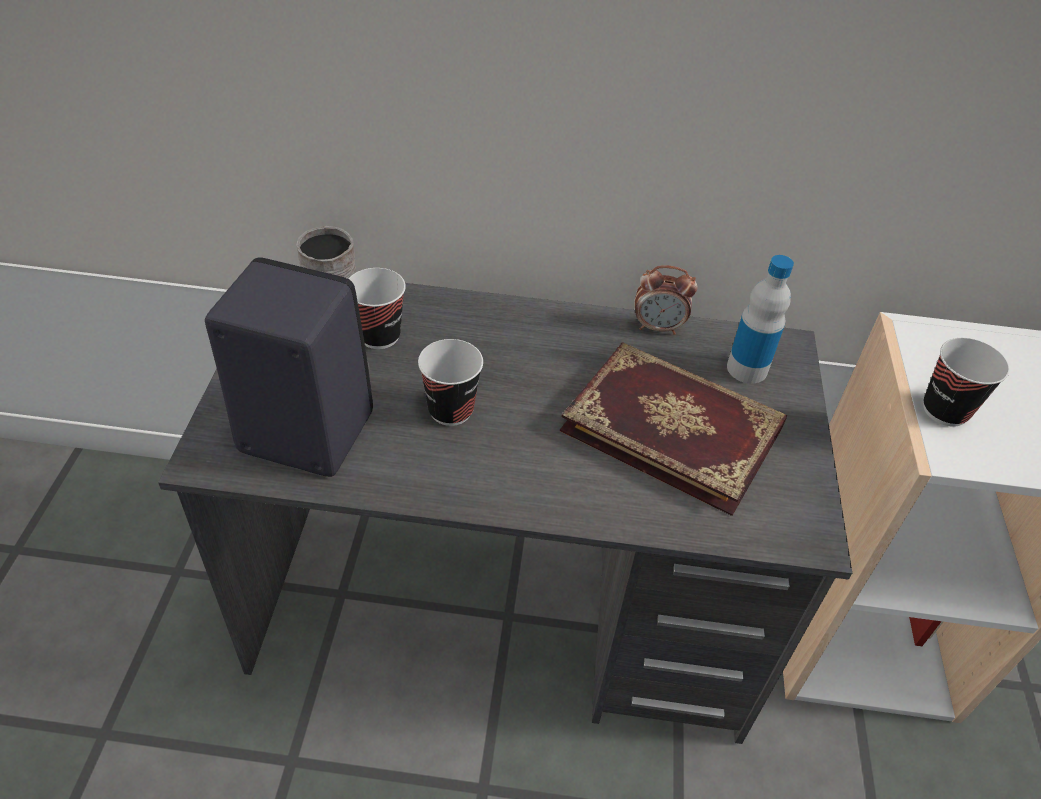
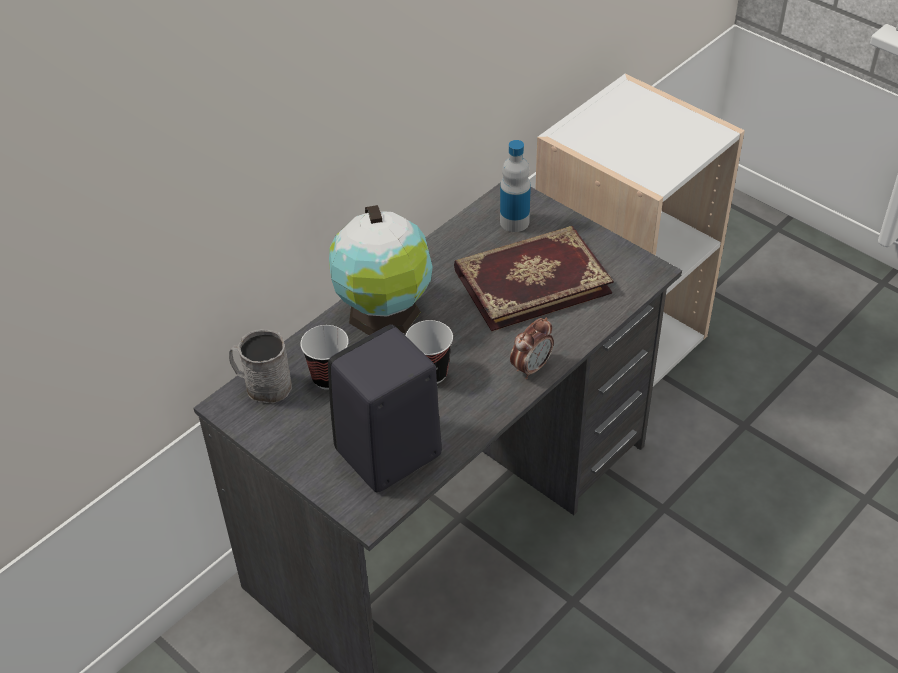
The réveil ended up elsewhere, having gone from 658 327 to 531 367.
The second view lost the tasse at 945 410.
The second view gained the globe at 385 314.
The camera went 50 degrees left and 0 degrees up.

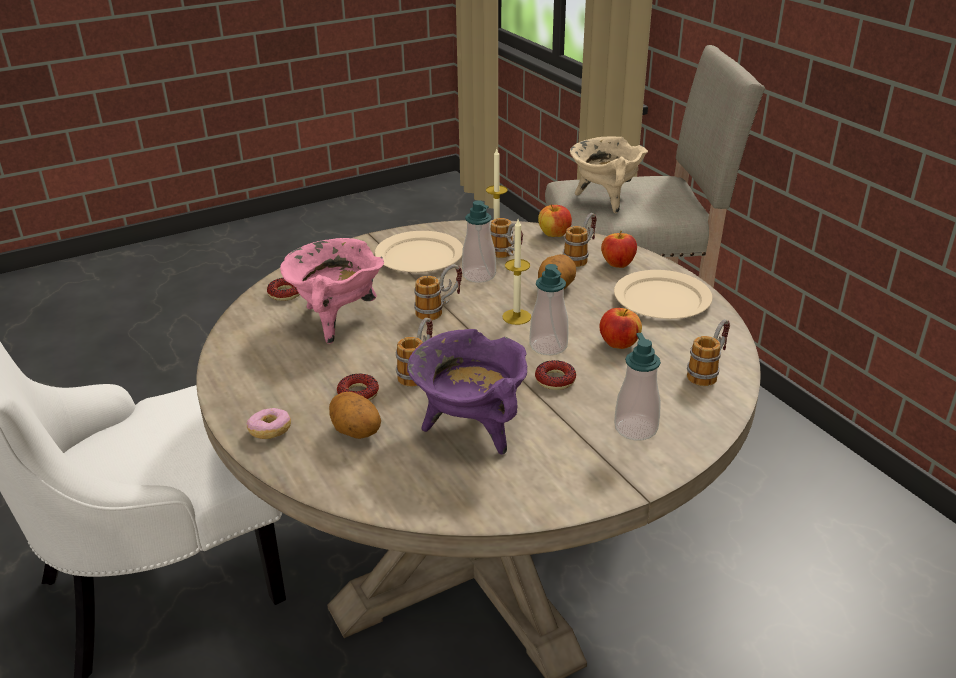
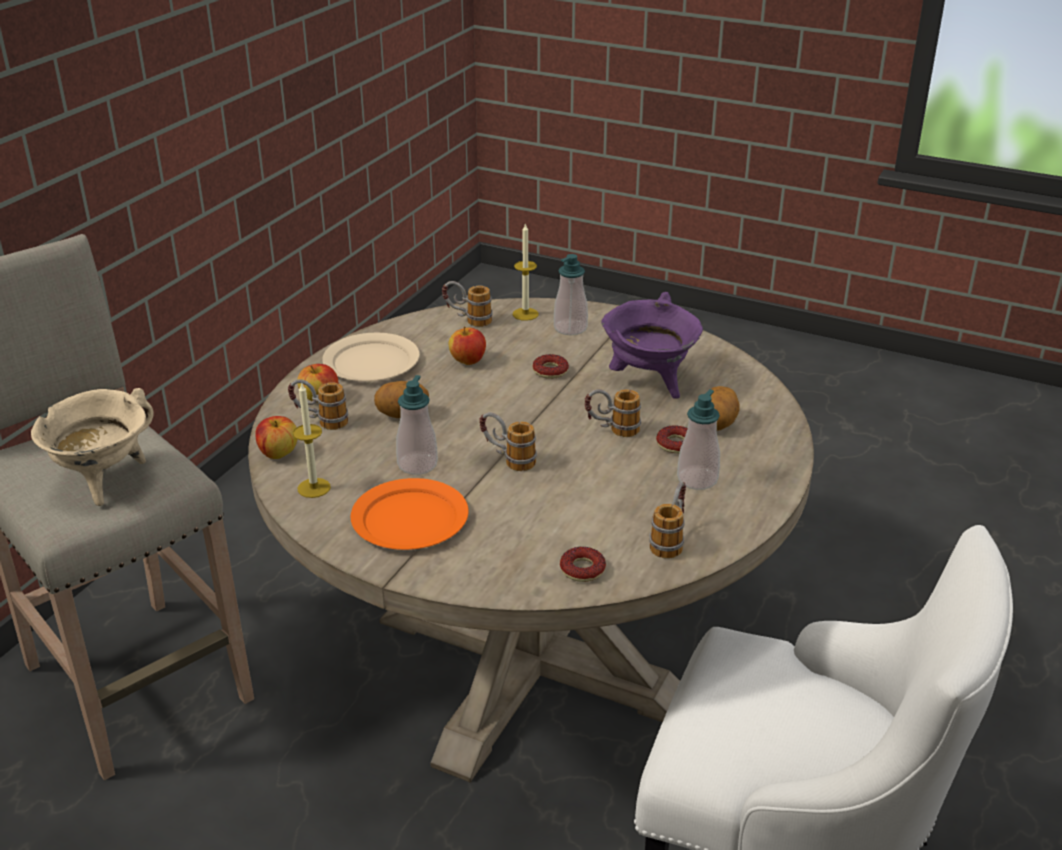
The mug ended up elsewhere, having gone from 507 257 to 670 539.
The bougie ended up elsewhere, having gone from 516 317 to 525 314.
What was the assiette (beige) at 419 256 turned into the assiette (orange) at 410 518.
The second view lost the marmite (rose) at 336 320.
The distributeur de savon ended up elsewhere, having gone from 548 346 to 697 479.
The second view lost the beignet at 270 431.
The camera went 125 degrees left and 0 degrees up.

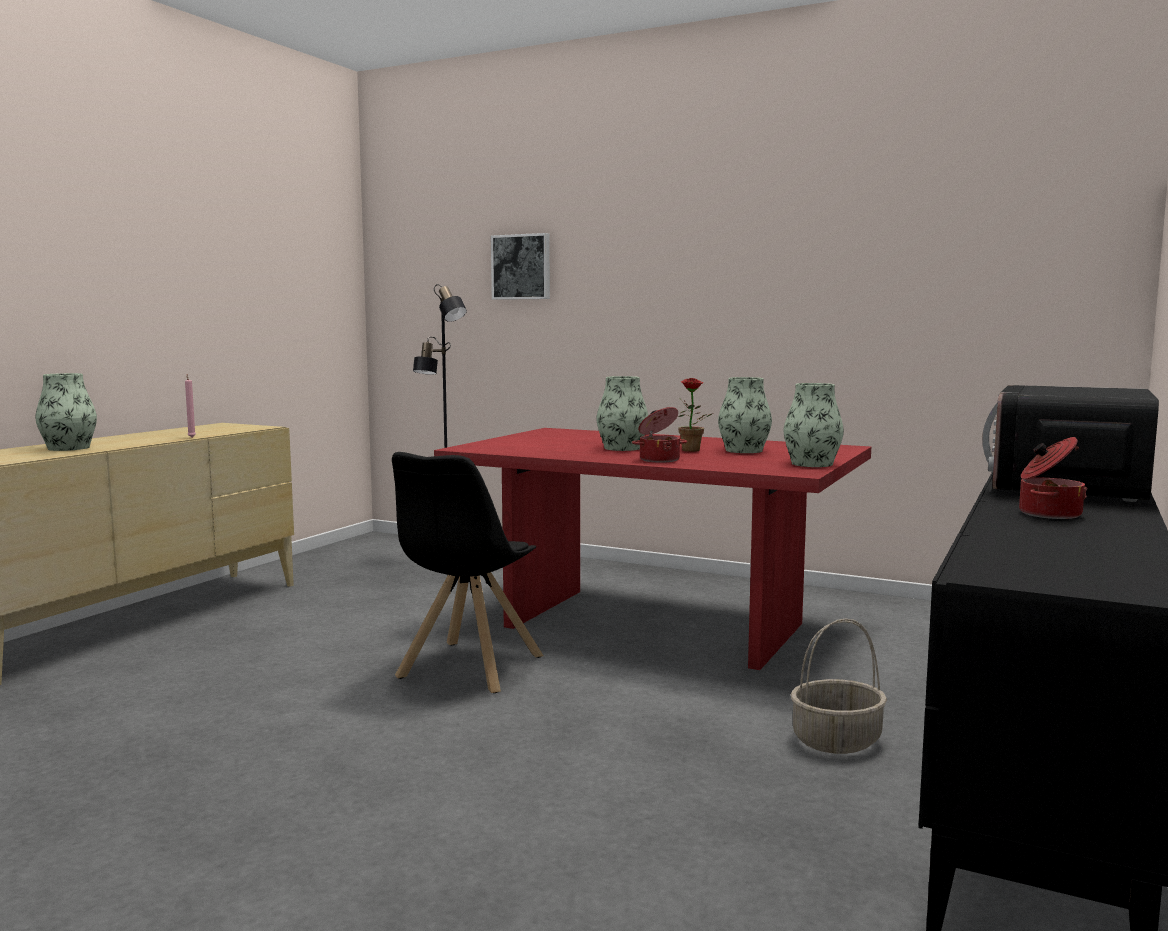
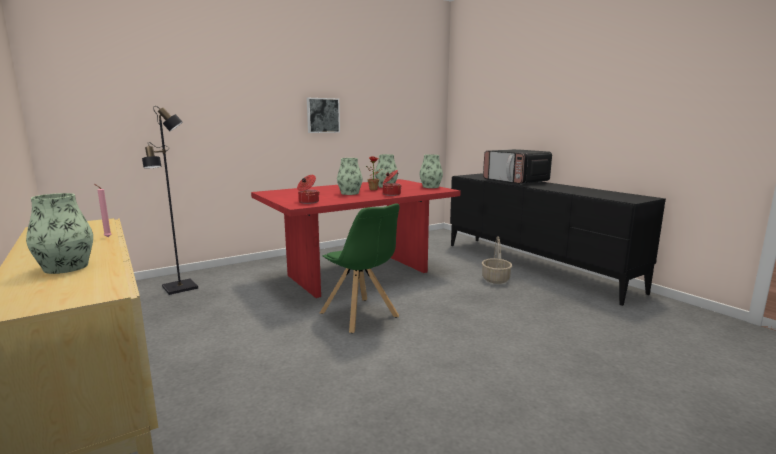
The tableau ended up elsewhere, having gone from 522 267 to 322 115.
The marmite ended up elsewhere, having gone from 1047 514 to 308 202.
What was the chaise (noir) at 467 669 turned into the chaise (vert) at 361 316.
The camera went 60 degrees left and 5 degrees up.

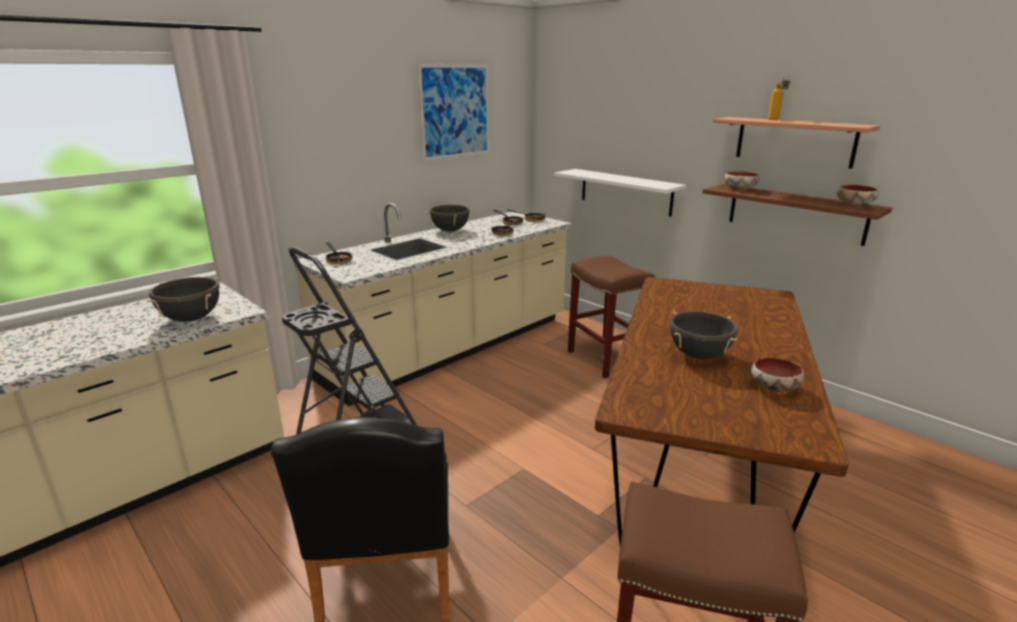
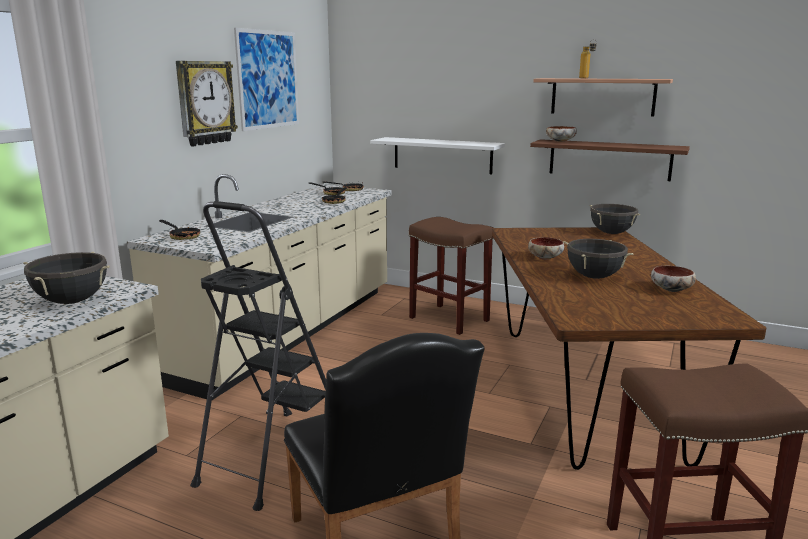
The bol ended up elsewhere, having gone from 854 205 to 545 257.
The marmite (noir) ended up elsewhere, having gone from 450 230 to 611 233.
The second view gained the horloge murale at 205 103.
The camera went 20 degrees left and 5 degrees down.

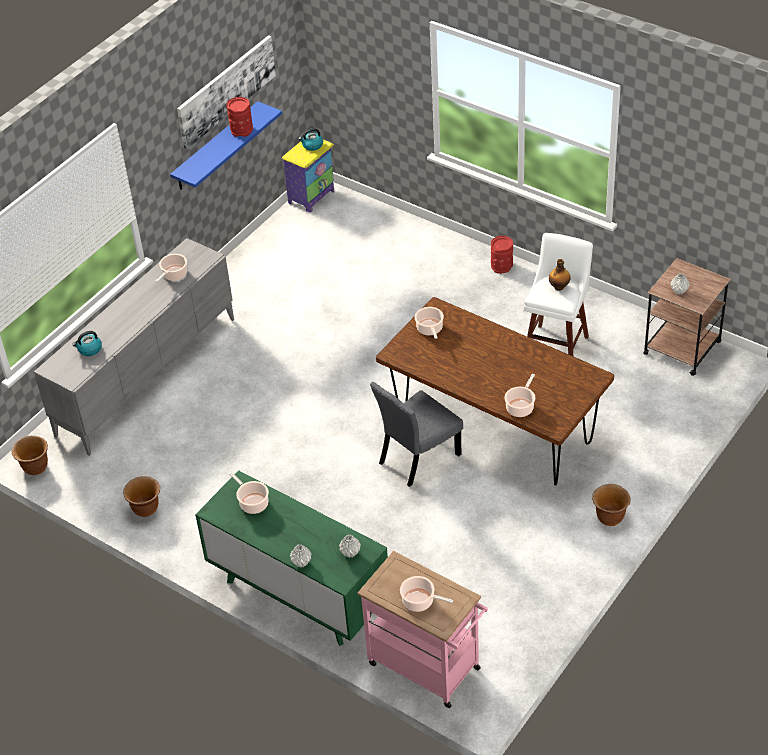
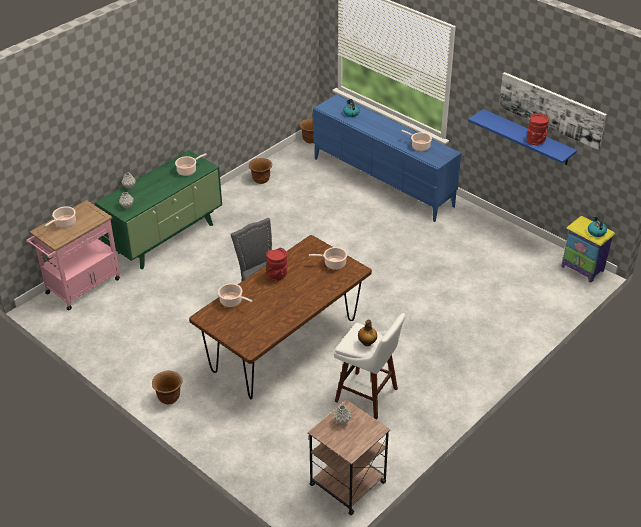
The vase (rouge) ended up elsewhere, having gone from 502 266 to 277 275.
What was the meuble de rangement (gris) at 147 375 turned into the meuble de rangement (bleu) at 383 182.
The camera went 95 degrees right and 5 degrees down.

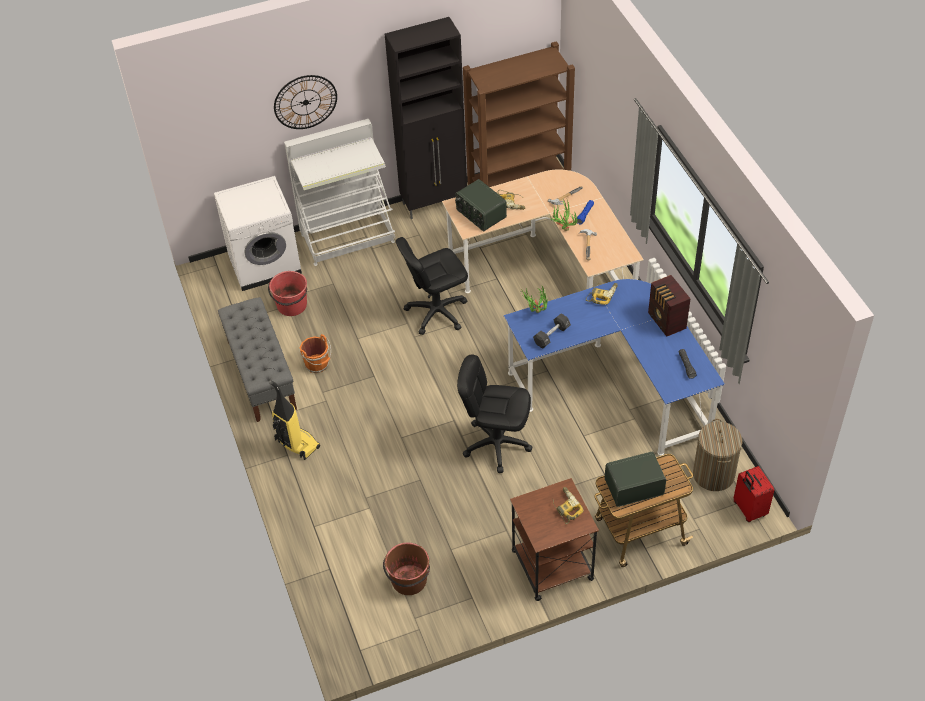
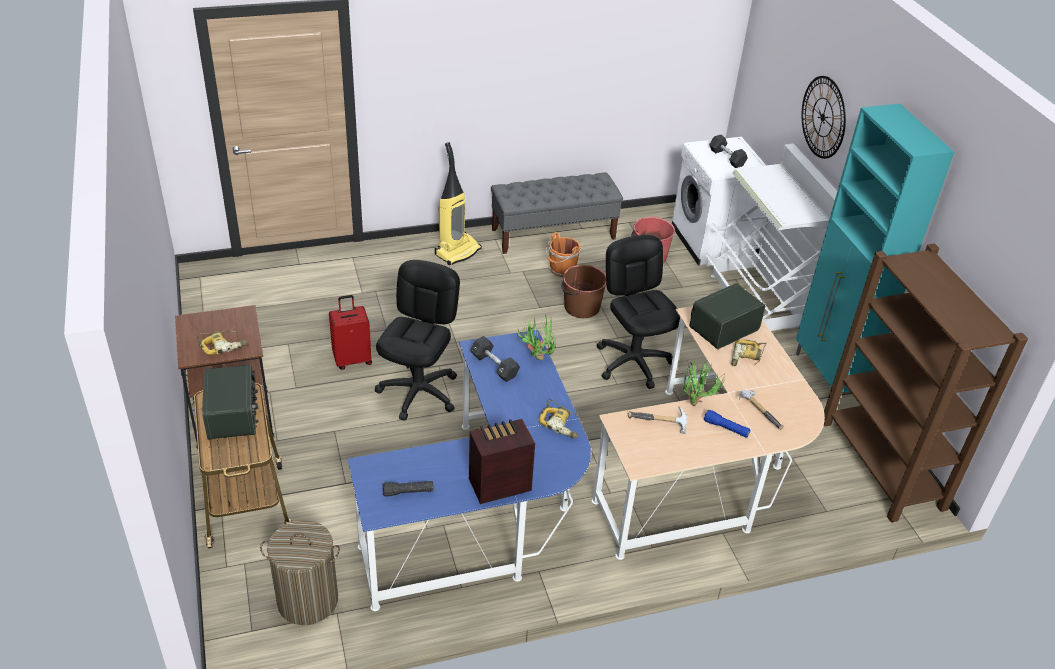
What was the meuble de rangement (noir) at 435 203 turned into the meuble de rangement (turquoise) at 828 377.
The valise (rouge) ended up elsewhere, having gone from 748 509 to 352 359.
The seau (marron) ended up elsewhere, having gone from 409 581 to 581 307.
The second view gained the haltère (noir) at 726 158.
The camera went 90 degrees right and 10 degrees down.

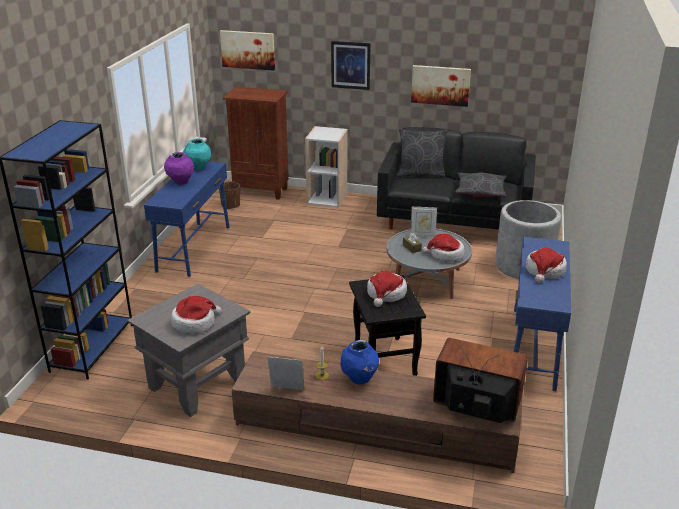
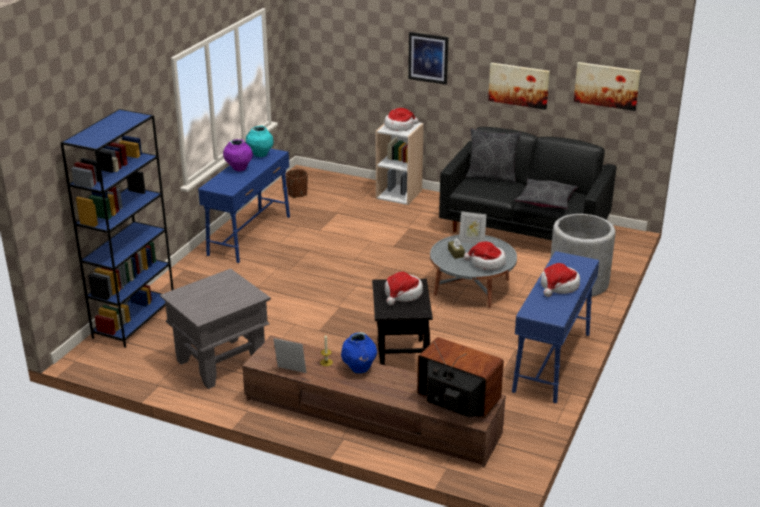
The tableau ended up elsewhere, having gone from 248 49 to 607 85.
The second view lost the meuble de rangement (marron) at 261 192.
The chapeau ended up elsewhere, having gone from 195 323 to 400 126.
The camera went 10 degrees right and 0 degrees up.

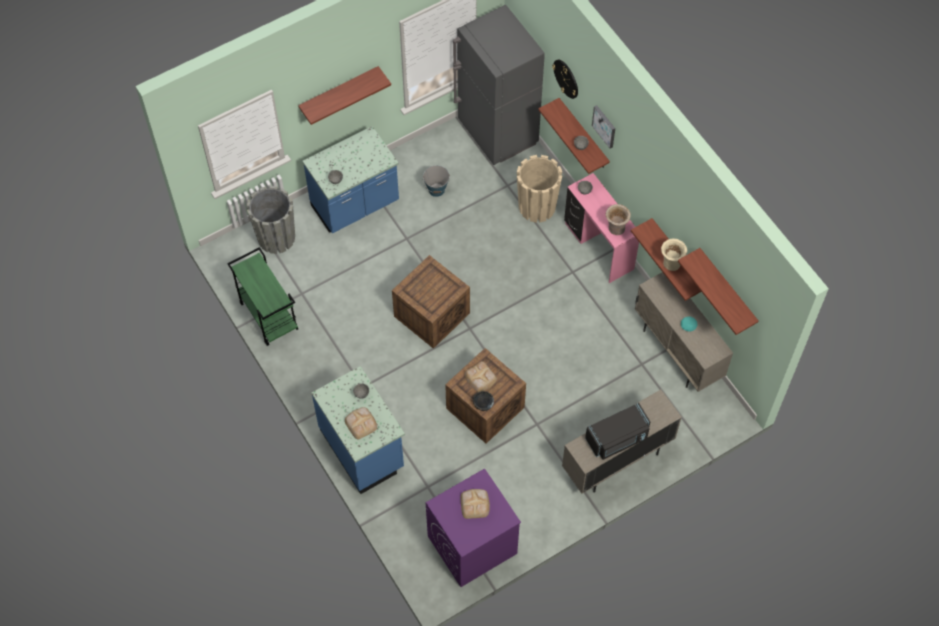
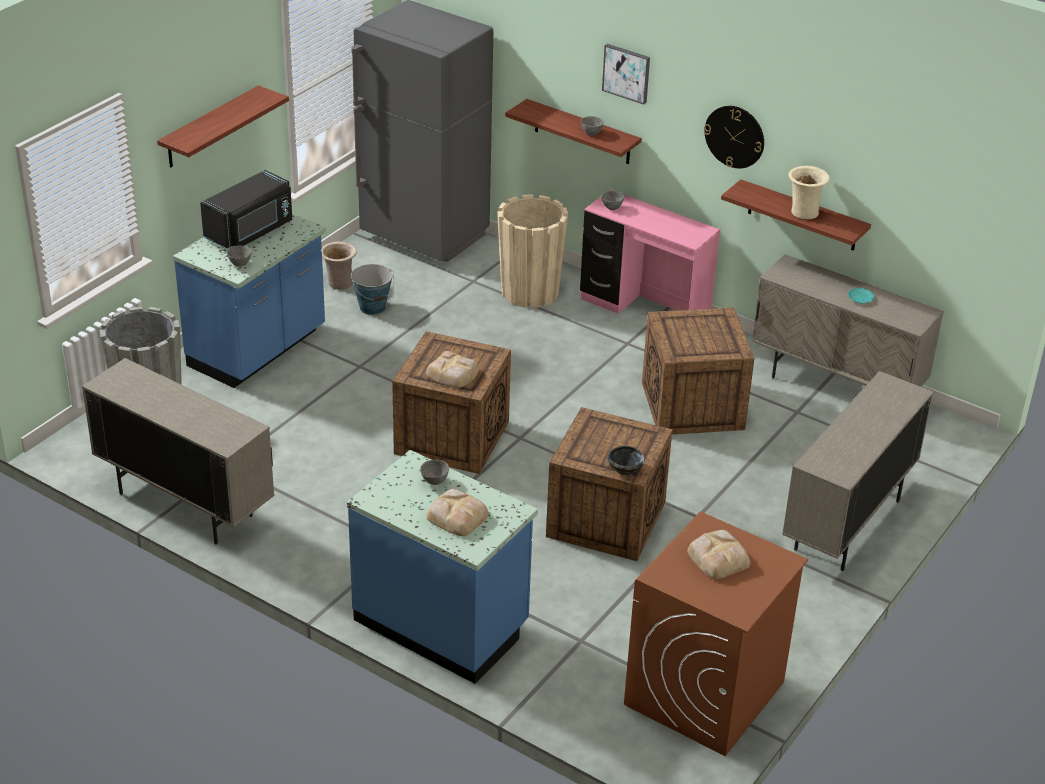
The horloge murale ended up elsewhere, having gone from 566 78 to 734 136.
The vase (beige) ended up elsewhere, having gone from 615 229 to 339 284.
Where the chariot (vert) stood at 268 316, the meuble de rangement (beige) came to stand at 185 504.
The second view lost the étagère at 727 289.
The pain ended up elsewhere, having gone from 480 378 to 453 374.
The micro-ondes (noir) ended up elsewhere, having gone from 617 439 to 251 231.
What was the lave-linge (violet) at 472 545 turned into the lave-linge (marron) at 704 694.
The second view gained the caisse at 694 406.
The camera went 25 degrees left and 25 degrees down.

